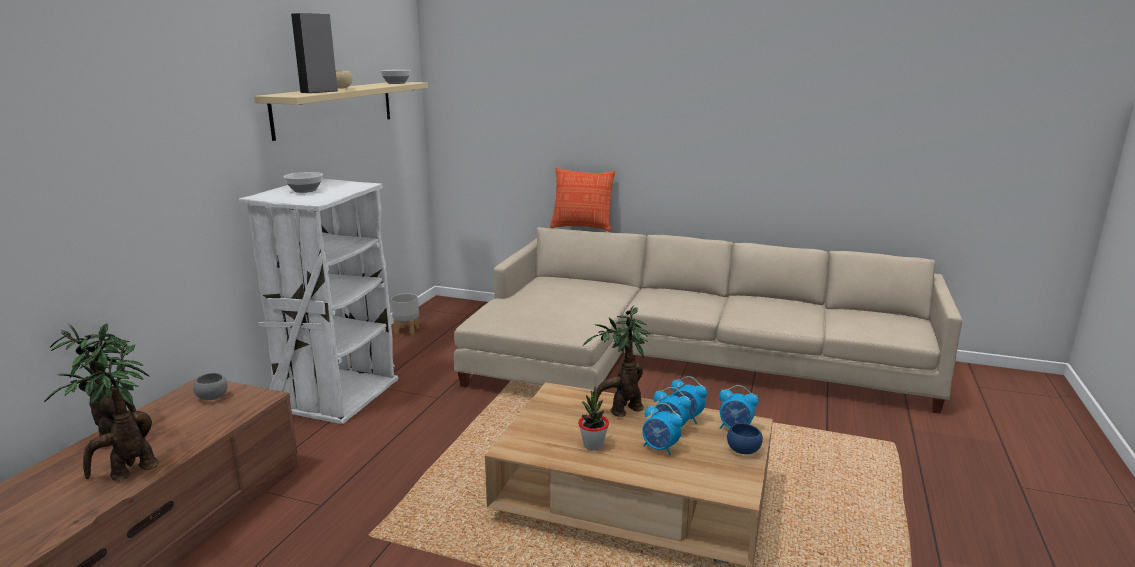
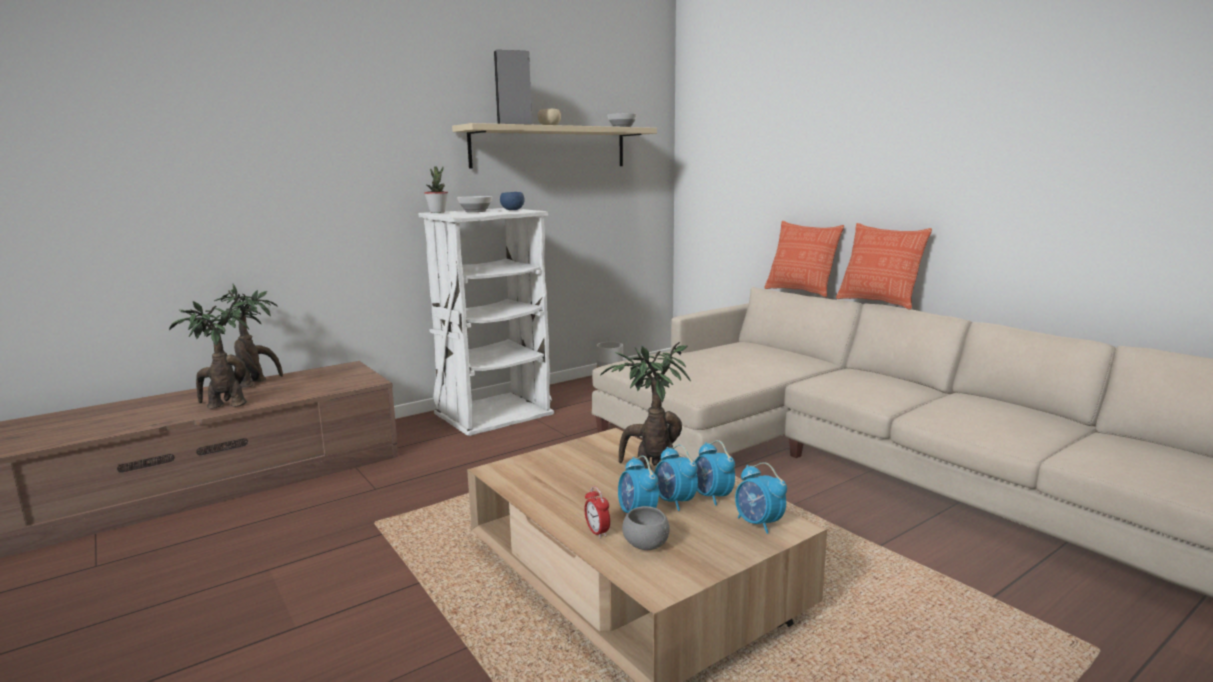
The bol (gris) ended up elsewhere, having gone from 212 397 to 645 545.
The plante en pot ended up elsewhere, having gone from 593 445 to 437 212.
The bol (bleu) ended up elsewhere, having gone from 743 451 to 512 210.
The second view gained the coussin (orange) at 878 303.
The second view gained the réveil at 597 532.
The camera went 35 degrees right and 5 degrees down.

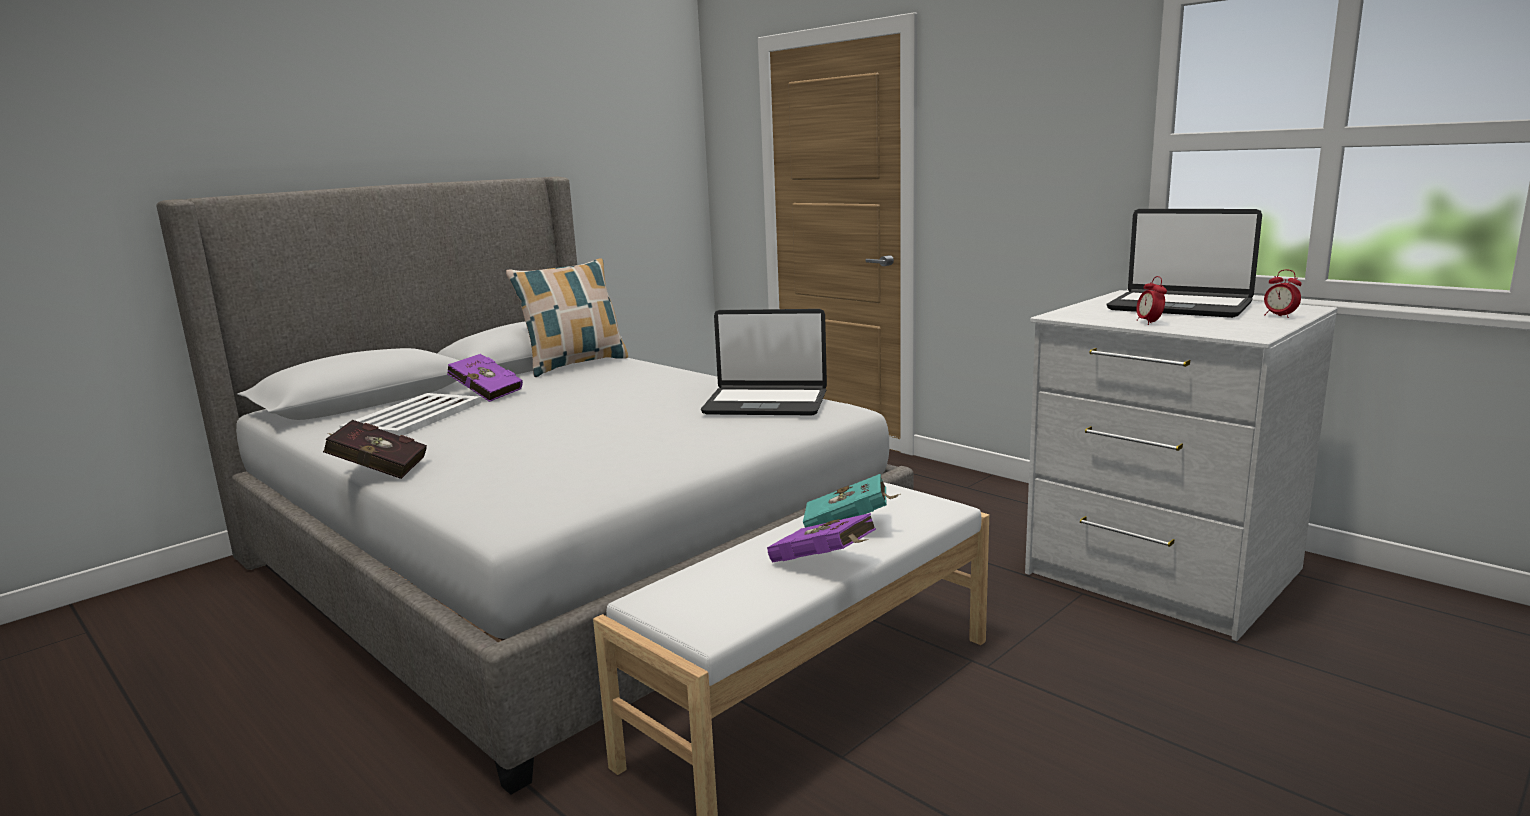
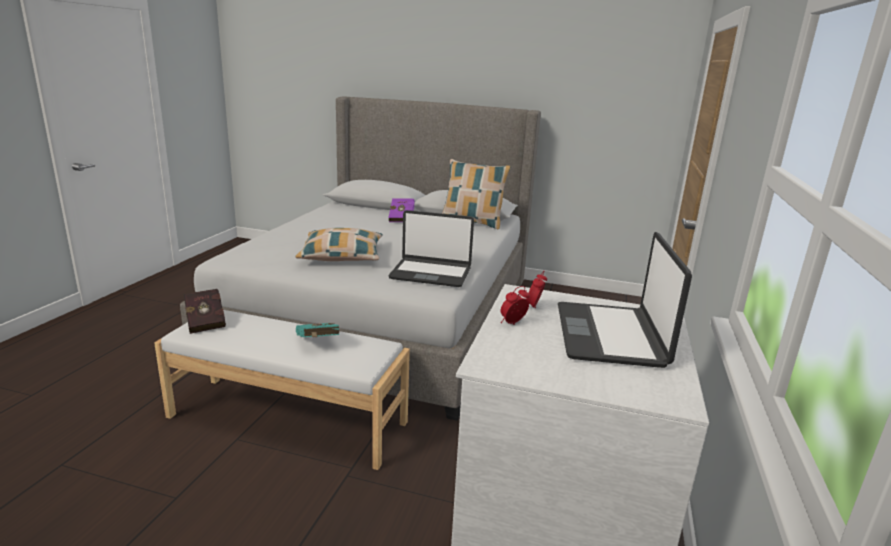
The réveil ended up elsewhere, having gone from 1279 316 to 534 307.
The ordinateur portable at 766 403 ended up facing another way, 60 degrees counterclockwise from before.
The second view lost the plateau (blanc) at 415 416.
The livre (rouge) ended up elsewhere, having gone from 376 470 to 206 321.
The second view lost the livre (violet) at 825 564.
The second view gained the coussin at 342 255.
The camera went 60 degrees right and 5 degrees up.

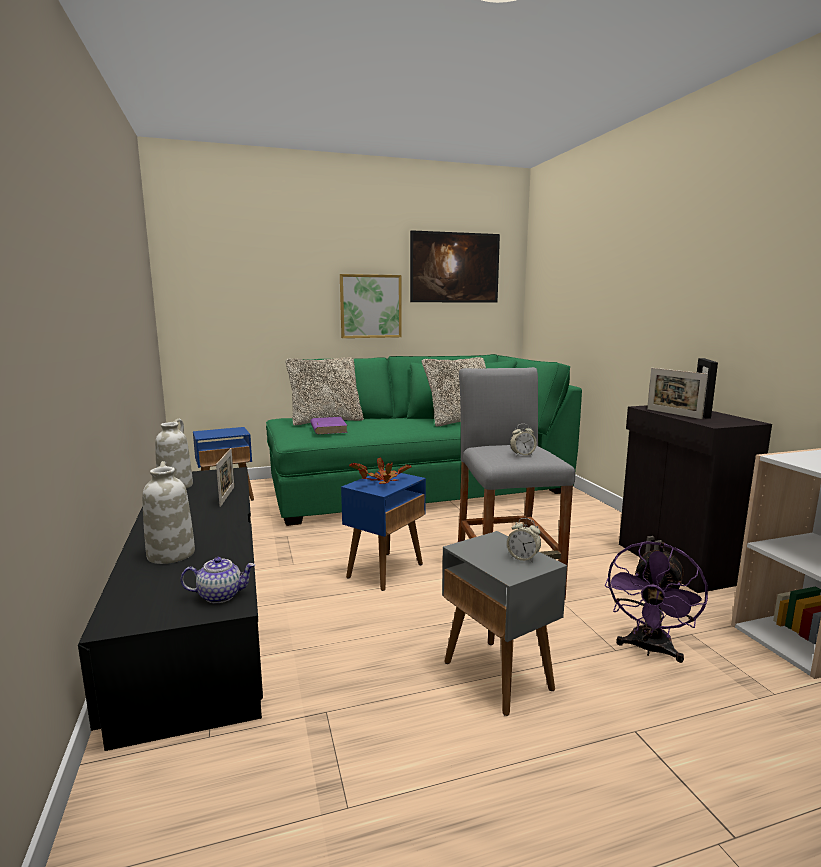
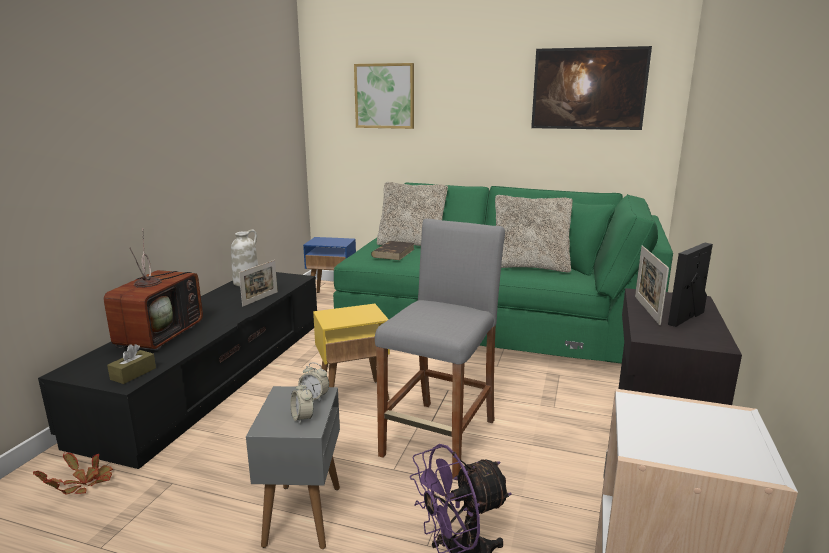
The tableau ended up elsewhere, having gone from 370 306 to 384 96.
What was the livre (violet) at 328 428 turned into the livre (marron) at 393 253.
The réveil ended up elsewhere, having gone from 522 455 to 314 397.
The plante en pot ended up elsewhere, having gone from 381 481 to 83 484.
Where the vase (blanc) stood at 170 554, the téléviseur came to stand at 160 335.
What was the table d'appoint (bleu) at 385 570 turned into the table d'appoint (jaune) at 354 395.
Where the théière stood at 221 595, the boîte à mouchoirs (marron) came to stand at 133 374.
The camera went 35 degrees right and 5 degrees up.

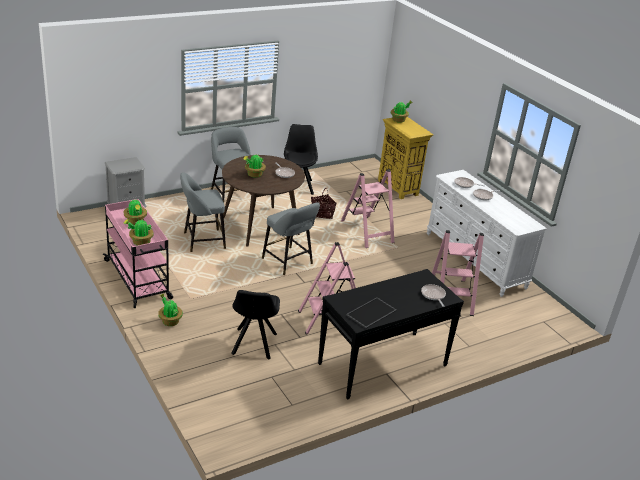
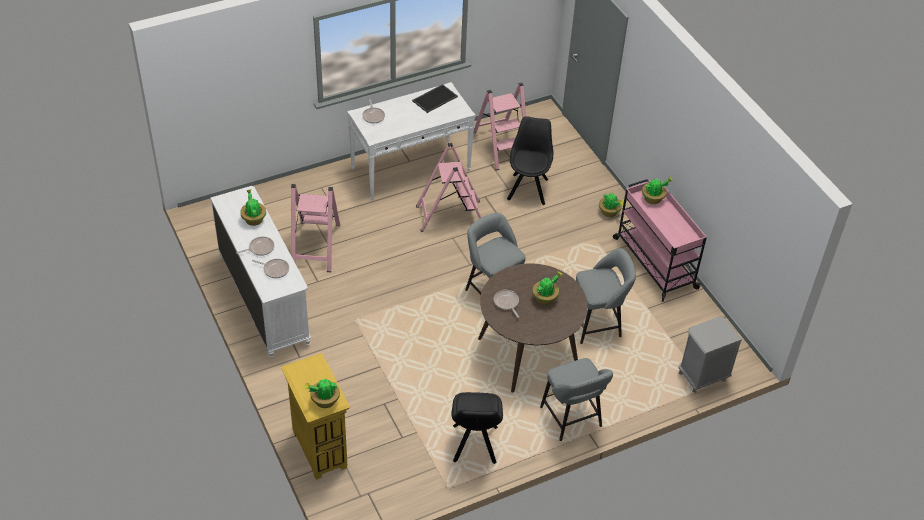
The escabeau (rose) ended up elsewhere, having gone from 367 232 to 500 146.
The second view lost the panier at 322 214.
The plante en pot ended up elsewhere, having gone from 135 222 to 254 219.
What was the table console (noir) at 382 365 turned into the table console (blanc) at 411 169.
The camera went 175 degrees left and 15 degrees up.

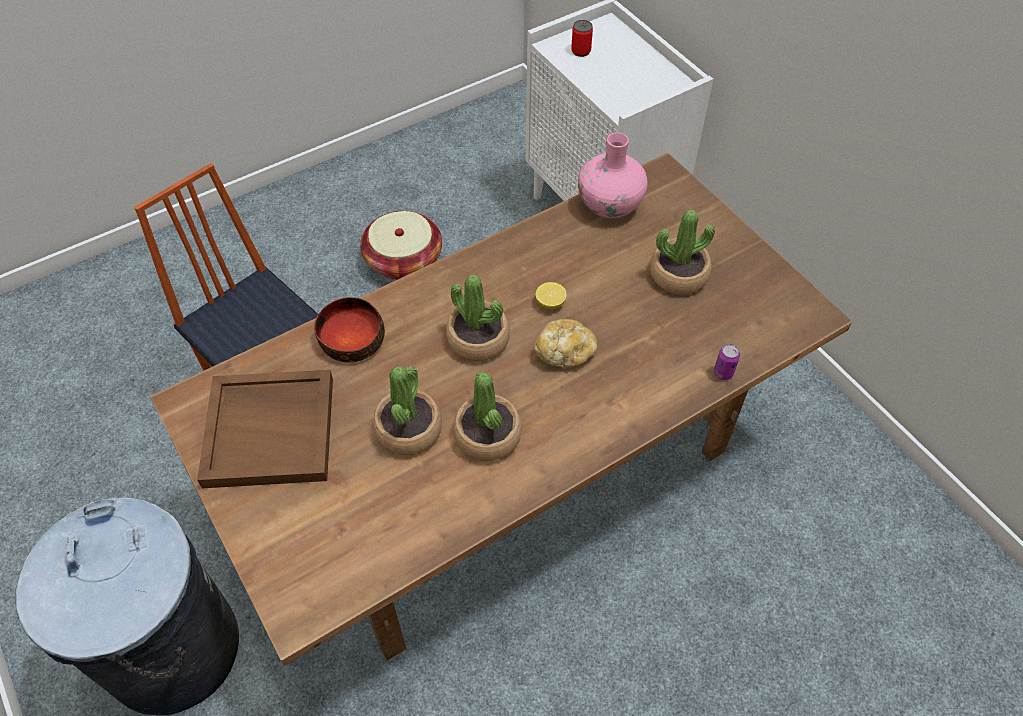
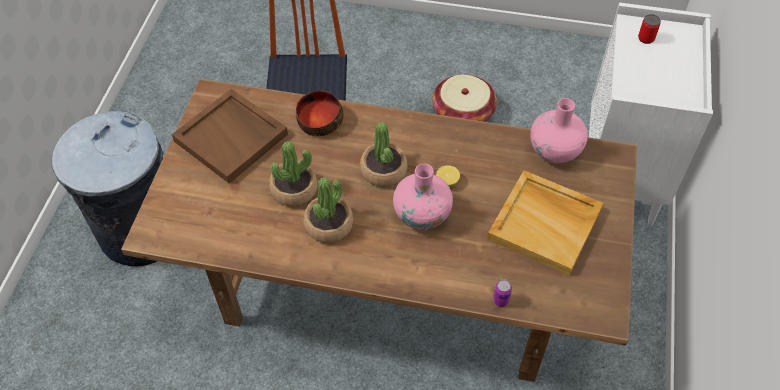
Where the plante en pot stood at 678 275, the plateau (beige) came to stand at 546 224.
Where the pain stood at 564 352, the vase (rose) came to stand at 422 214.
The camera went 45 degrees right and 0 degrees up.

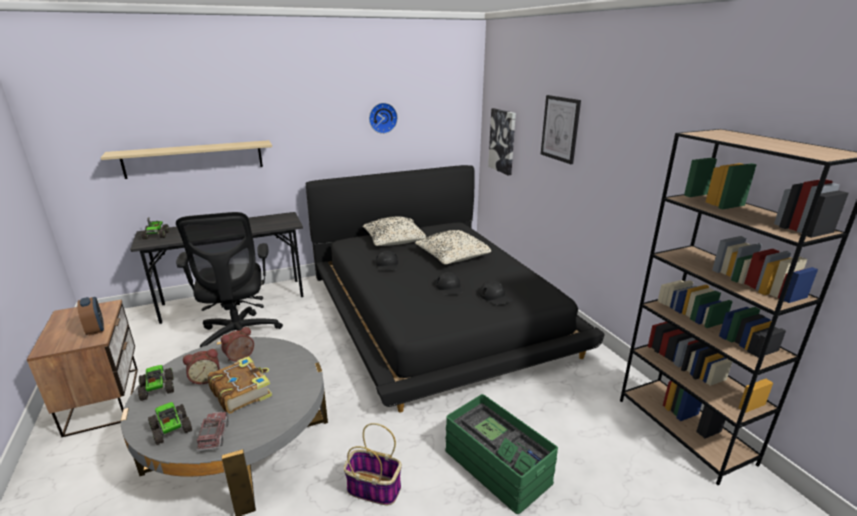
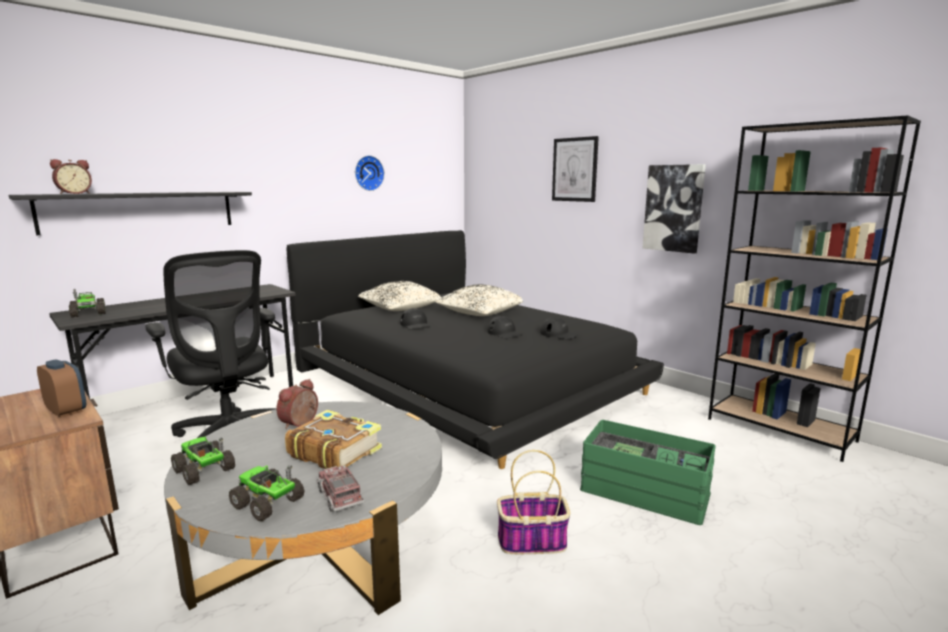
The tableau ended up elsewhere, having gone from 502 141 to 673 208.
What was the étagère (beige) at 194 159 turned into the étagère (noir) at 141 211.
The réveil ended up elsewhere, having gone from 205 378 to 74 193.
The camera went 20 degrees left and 10 degrees down.

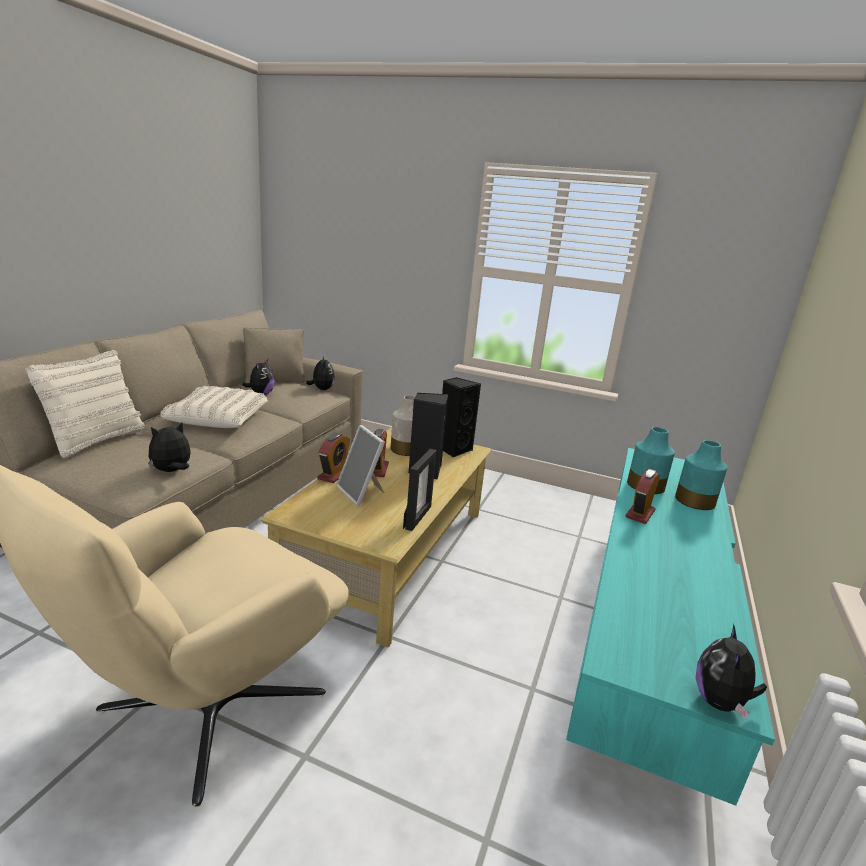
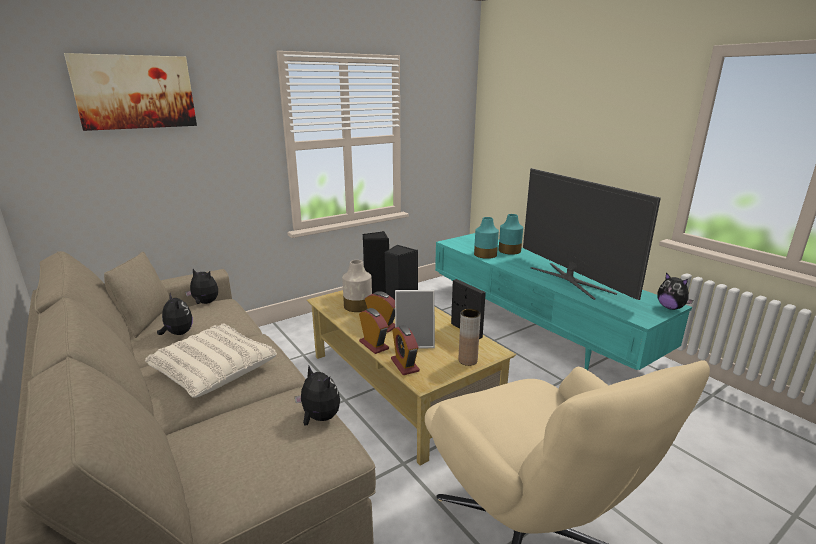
The second view lost the coussin (beige) at 96 441.
The peluche at 172 471 ended up facing another way, 135 degrees clockwise from before.
The réveil ended up elsewhere, having gone from 640 513 to 405 365.
The second view gained the tableau at 135 92.
The second view gained the téléviseur at 571 280.
The second view gained the vase (marron) at 467 360.
The camera went 55 degrees left and 0 degrees up.

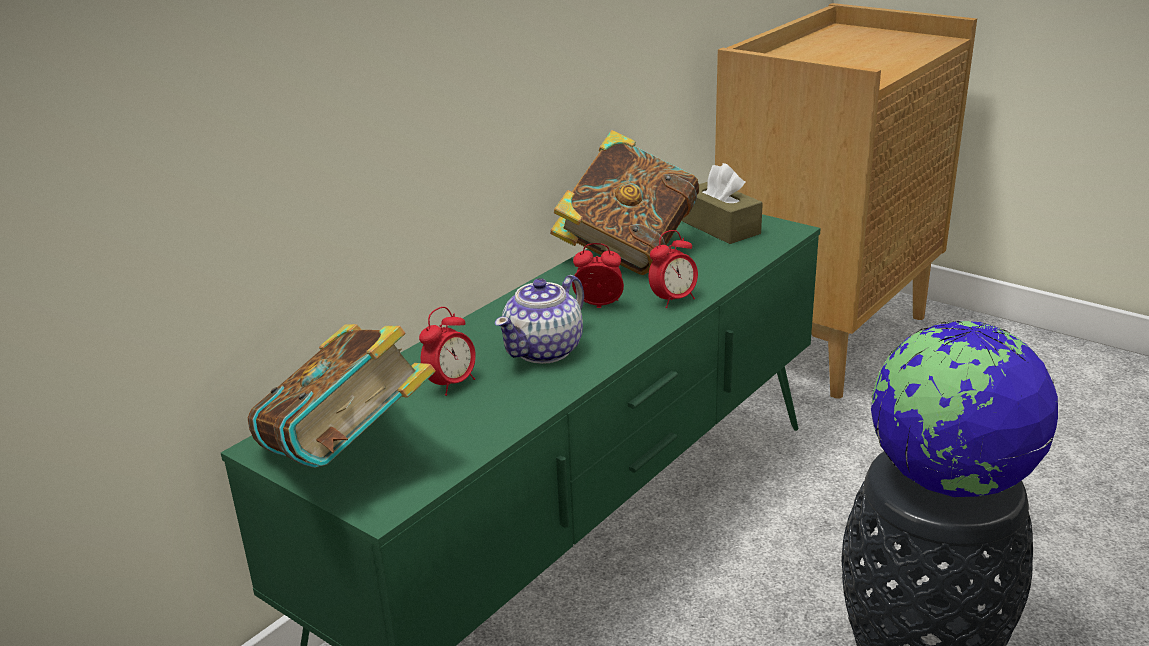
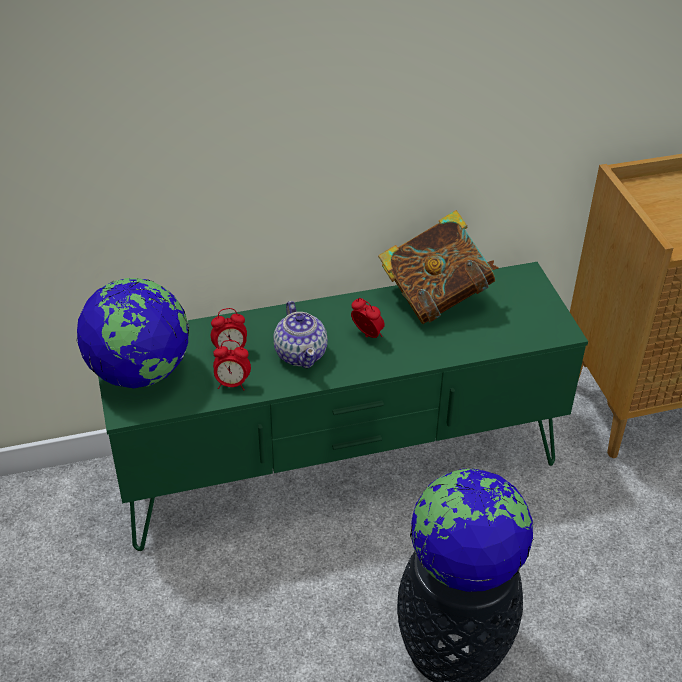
The second view lost the boîte à mouchoirs (marron) at 720 227.
The réveil ended up elsewhere, having gone from 673 300 to 232 384.
The théière at 545 350 ended up facing another way, 90 degrees counterclockwise from before.
Where the livre stood at 348 456, the globe came to stand at 140 372.
The camera went 35 degrees right and 15 degrees up.

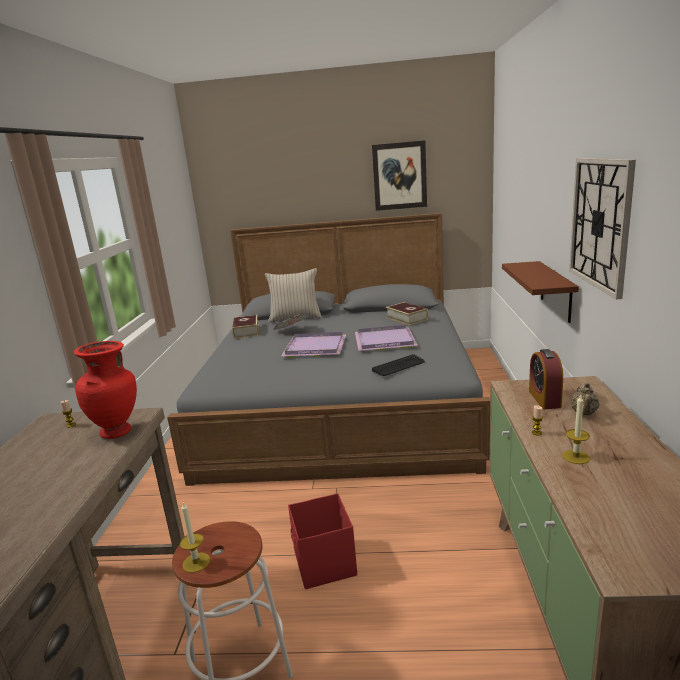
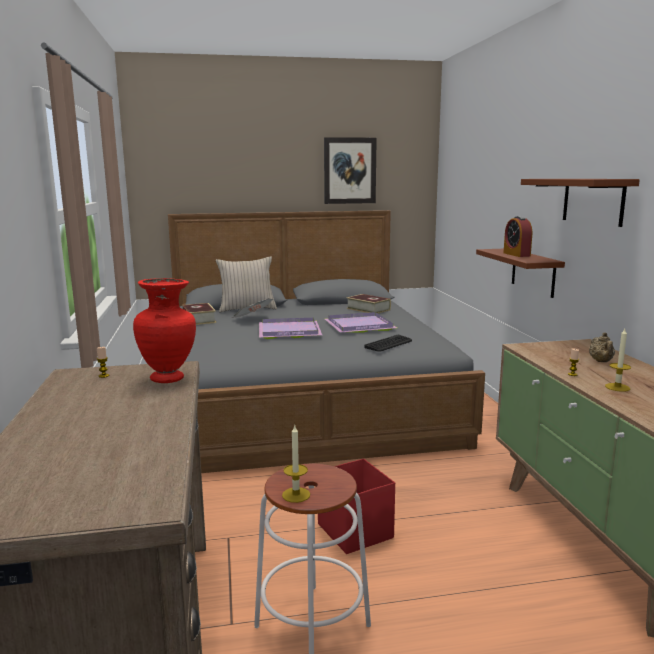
Where the horloge murale hung at 600 223, the étagère (marron) came to hang at 593 201.
The réveil ended up elsewhere, having gone from 544 399 to 516 254.
The camera went 15 degrees left and 5 degrees down.

